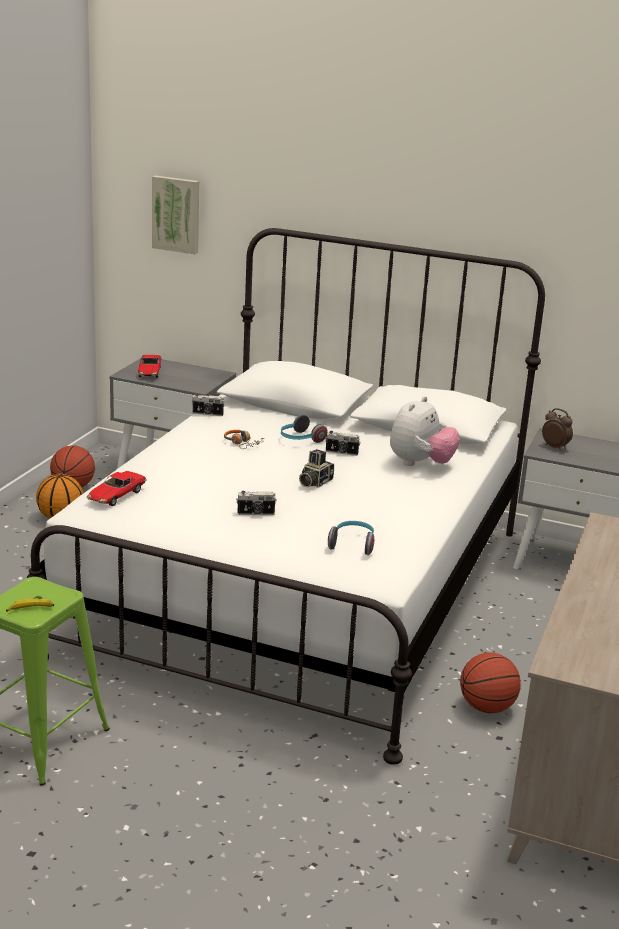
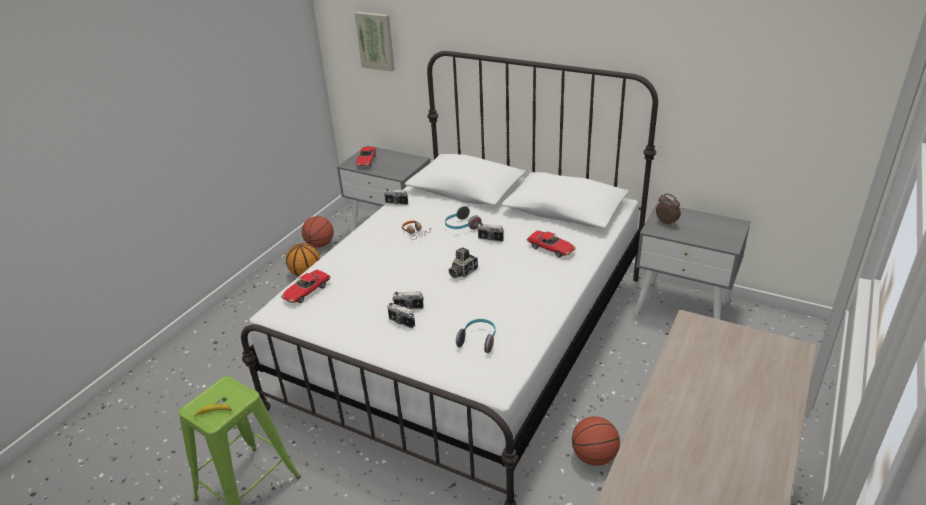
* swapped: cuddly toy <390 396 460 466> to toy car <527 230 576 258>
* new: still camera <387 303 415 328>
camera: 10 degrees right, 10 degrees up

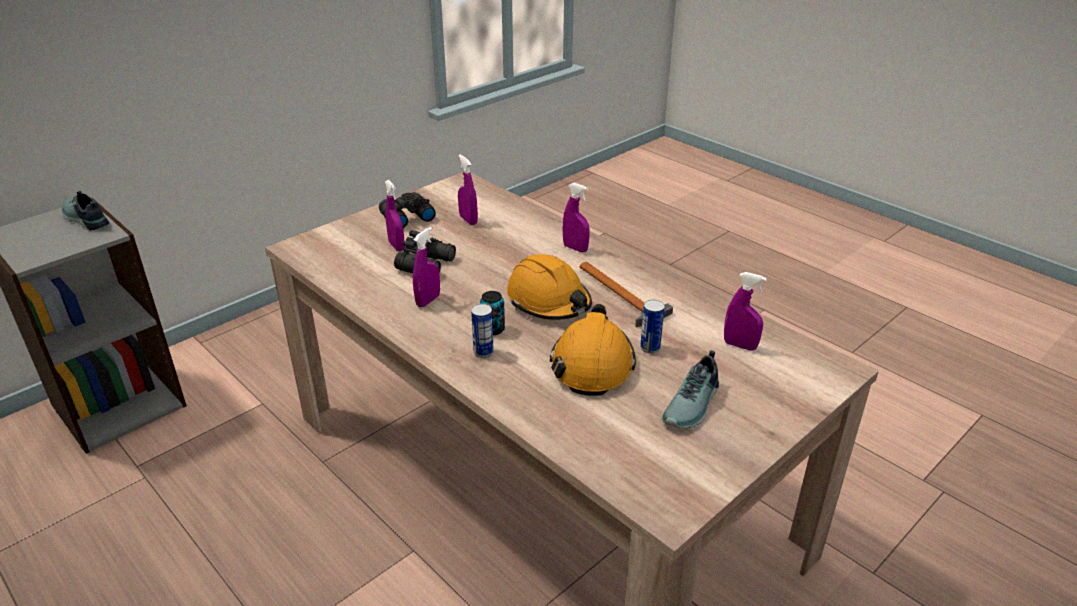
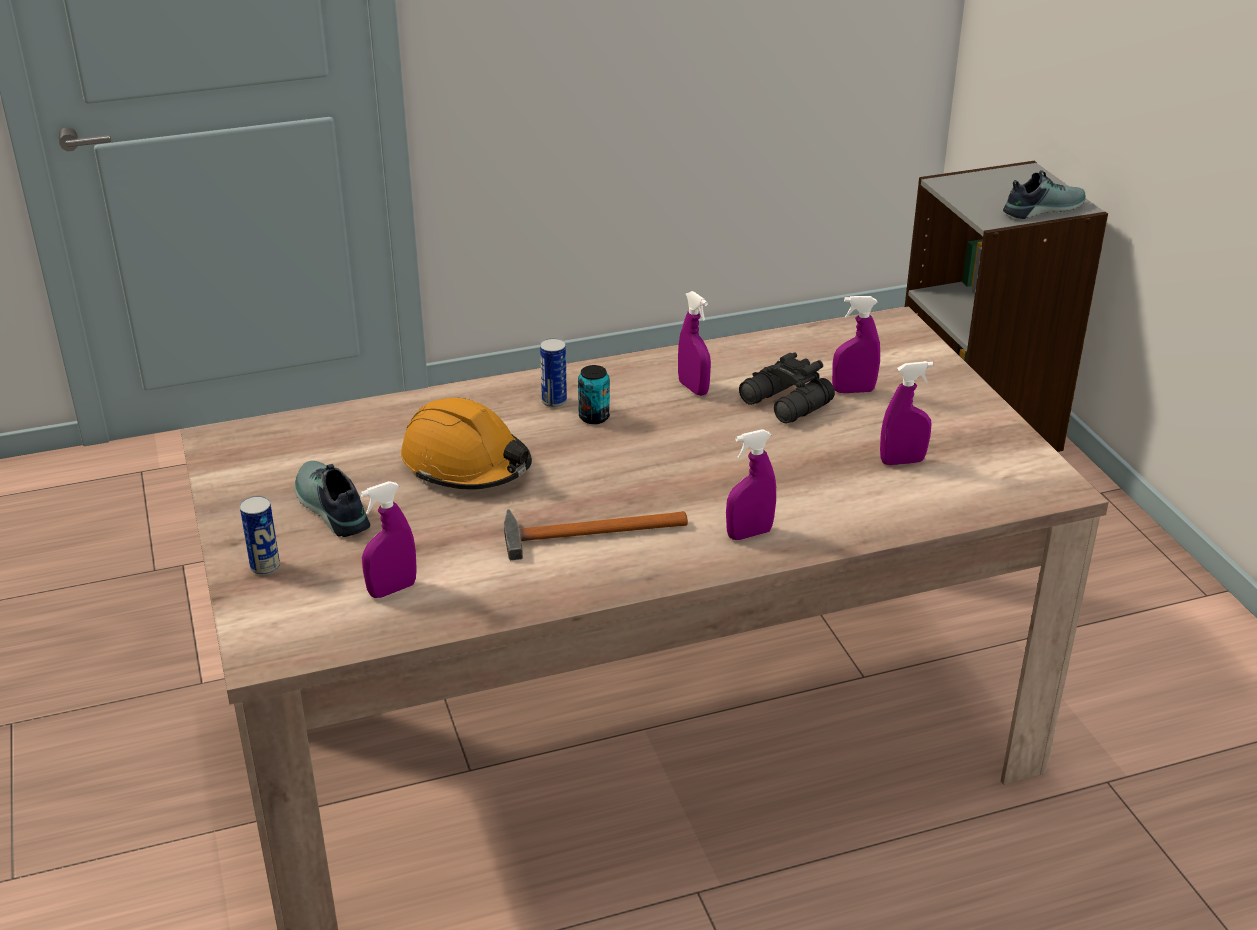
* gone: black pair of binoculars <379 192 436 228>
* gone: orange safety helmet <507 254 592 320>
* shifted: metal can <640 300 665 354> to <240 496 280 575>
camera: 115 degrees right, 0 degrees up

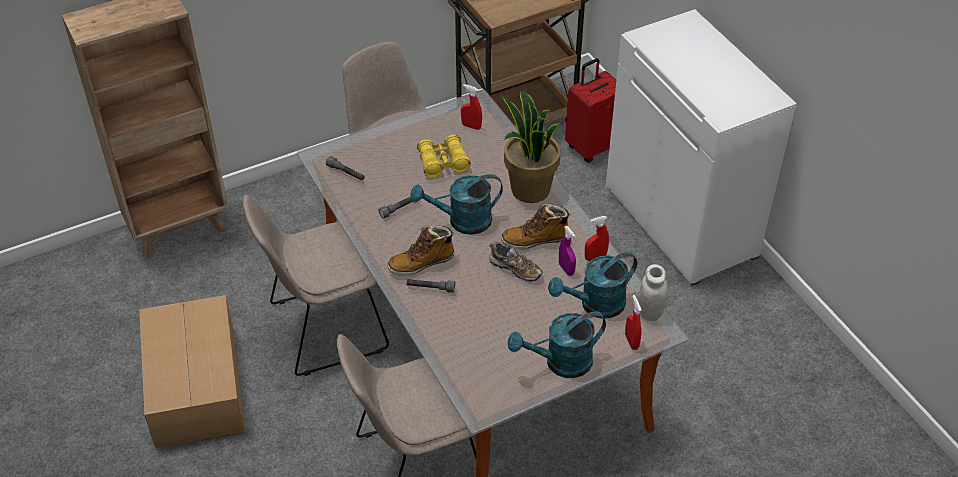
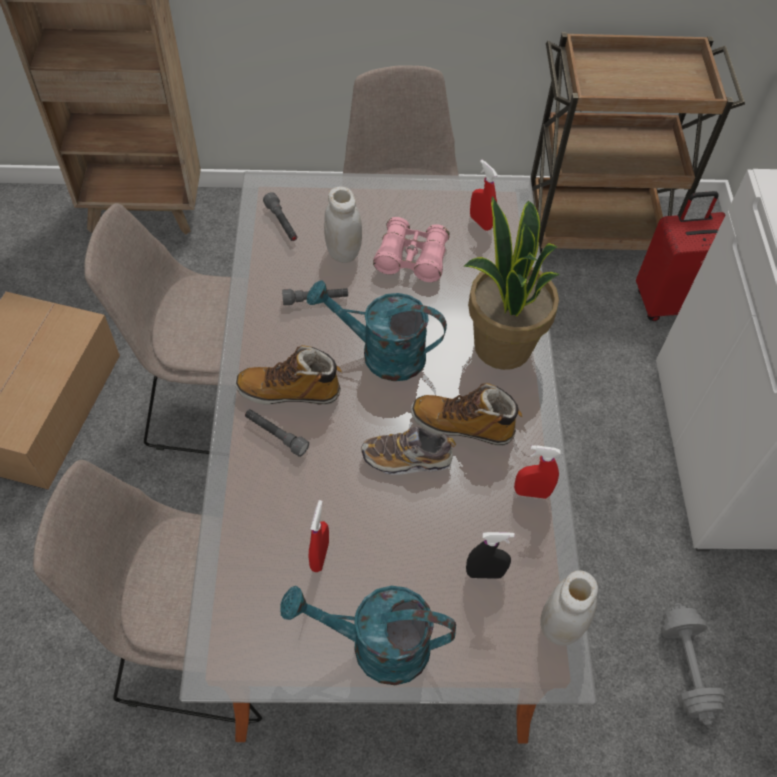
* repainted: yellow pair of binoculars <417 135 471 178> to pink-coloured pair of binoculars <373 217 450 282>
* gone: purple sprayer <559 226 576 276>
* rotated: item of footwear <489 242 542 283> = <361 426 456 475> 120 degrees clockwise
* swapped: blue-green watering can <548 252 637 319> to black sprayer <466 532 515 579>
* shifted: reddish sprayer <625 295 642 350> to <309 500 329 572>
* new: white storage jar <324 187 362 263>
* new: gray free weight <661 603 726 725>
camera: 25 degrees right, 10 degrees up

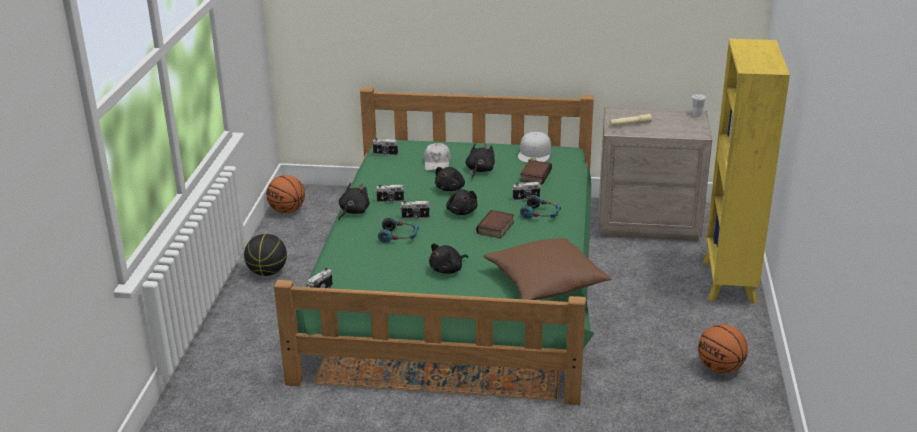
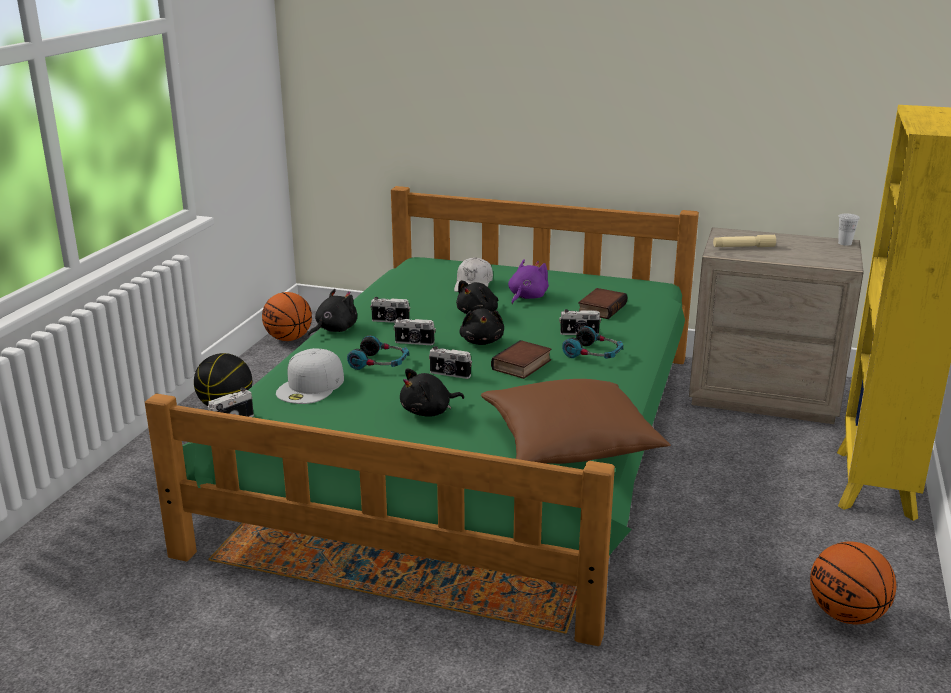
* shifted: white cap <518 132 551 163> to <276 348 344 404>
* shifted: still camera <372 138 398 156> to <429 346 472 379>
* repainted: black cuddly toy <466 143 495 179> to purple cuddly toy <508 259 549 304>
camera: 10 degrees right, 5 degrees down

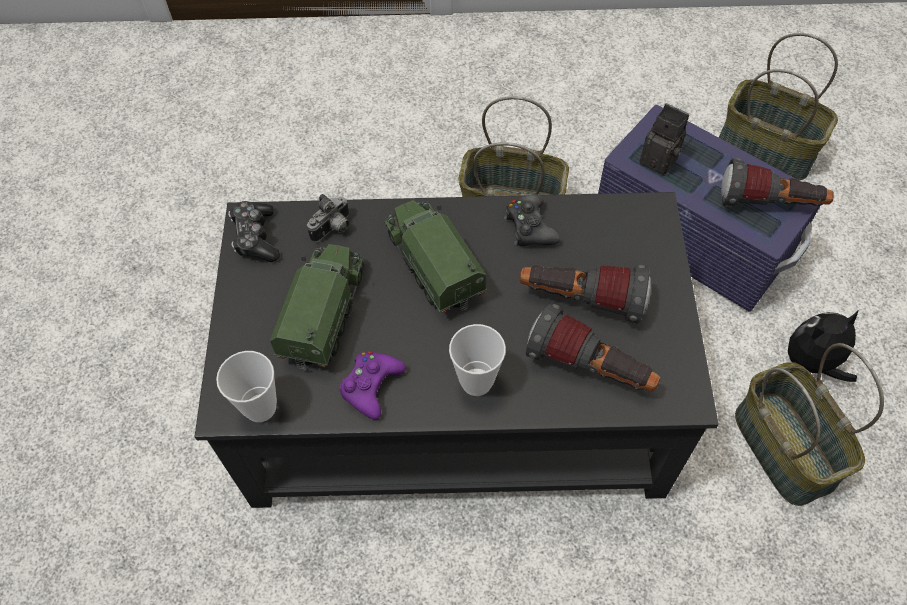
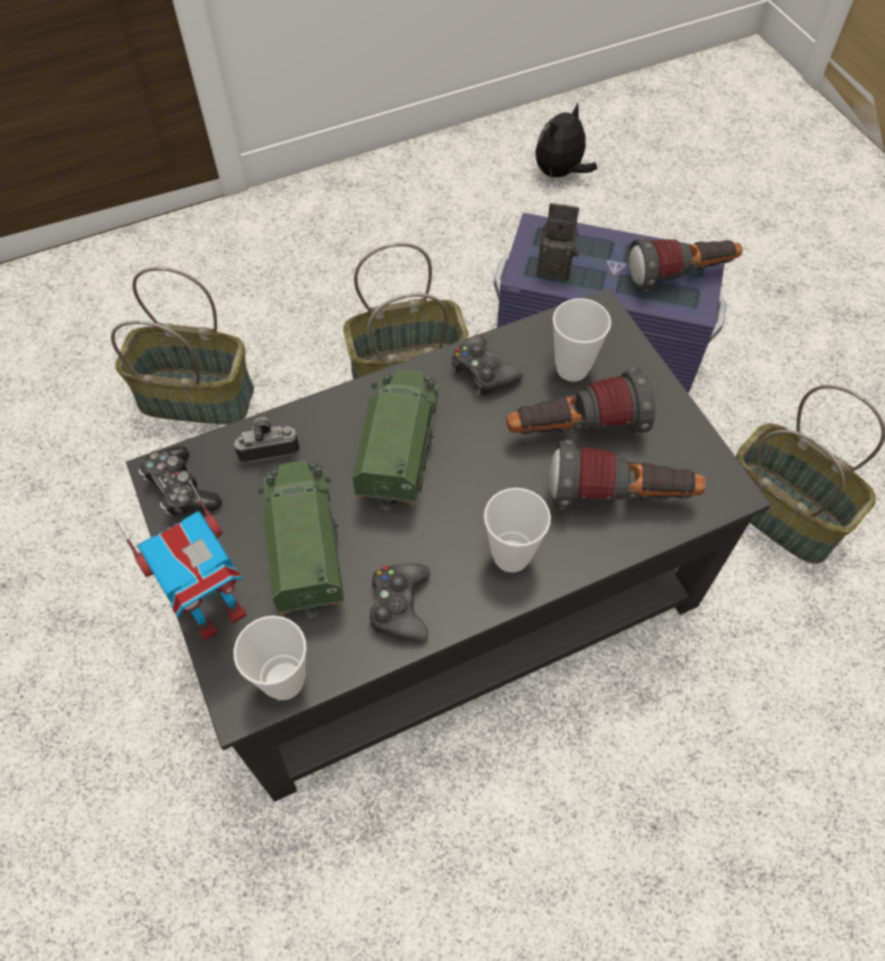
* shifted: basket <719 33 838 181> to <111 267 254 425>
* rotated: still camera <307 194 349 242> = <234 413 300 463> 120 degrees counterclockwise
* rotated: toy truck <384 200 487 313> = <352 369 438 510> 60 degrees clockwise
* shifted: cuddly toy <788 311 858 382> to <535 102 597 178>
* repainted: purple game controller <340 351 406 420> to black game controller <369 564 430 641>
* new: small cup <553 298 611 381>
* new: robot figure <115 480 247 641>
camera: 25 degrees left, 0 degrees up

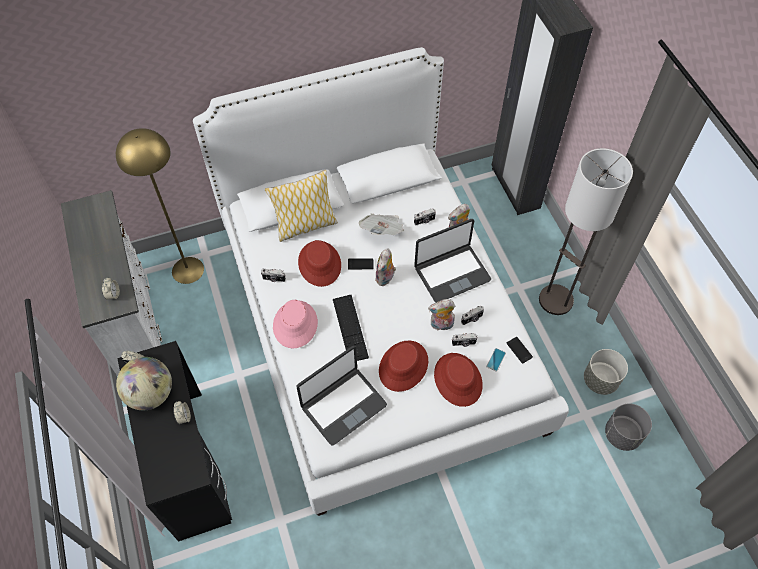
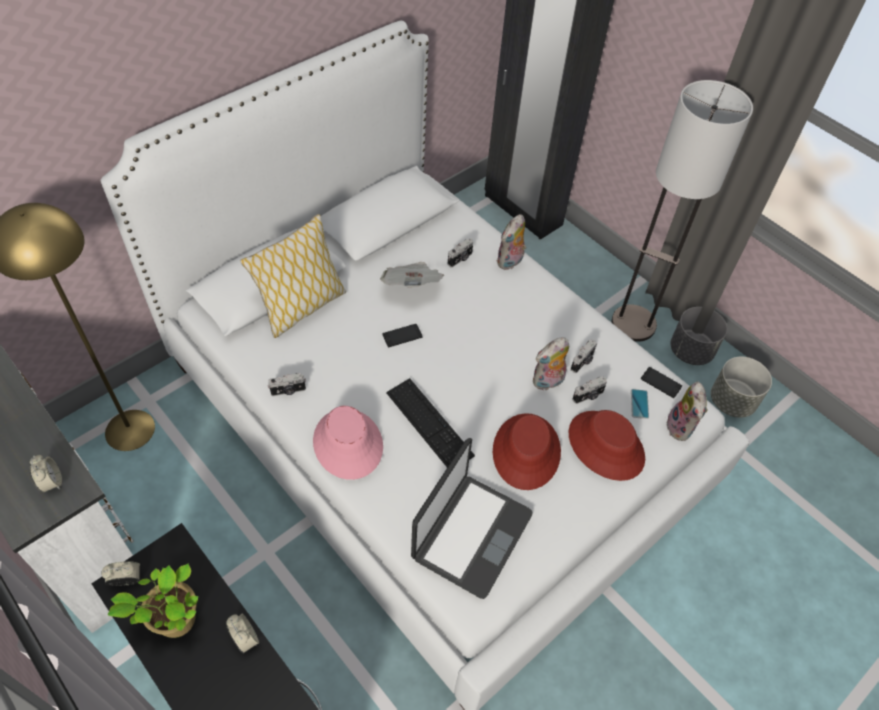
* gone: laptop <414 219 491 303>
* gone: reddish clothing hat <298 240 341 287>
* shifted: cuddly toy <375 248 396 286> to <666 382 707 441>
* swapped: desk globe <116 357 172 410> to potted plant <108 563 198 638>
* shifted: gray plant pot <605 403 652 451> to <671 307 728 365>
camera: 25 degrees left, 5 degrees down

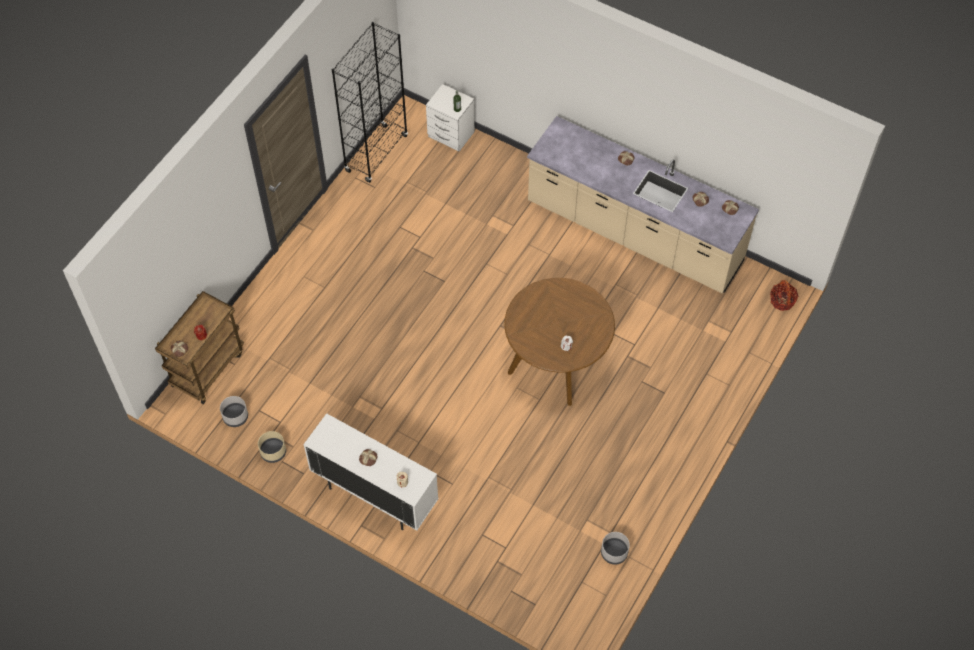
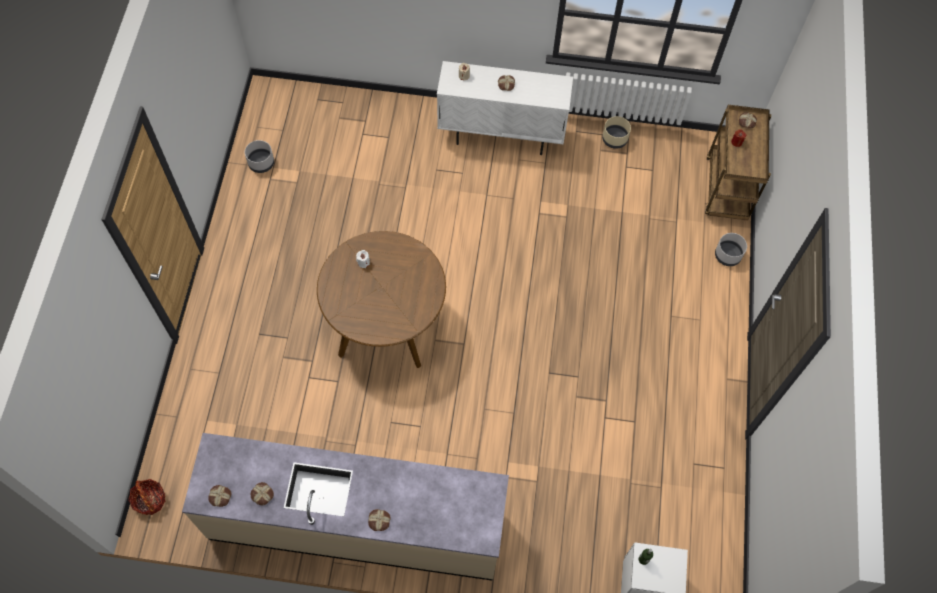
* gone: black shelving unit <332 22 408 183>
* shifted: gray plant pot <220 396 248 427> to <715 233 747 266>
camera: 155 degrees right, 5 degrees up

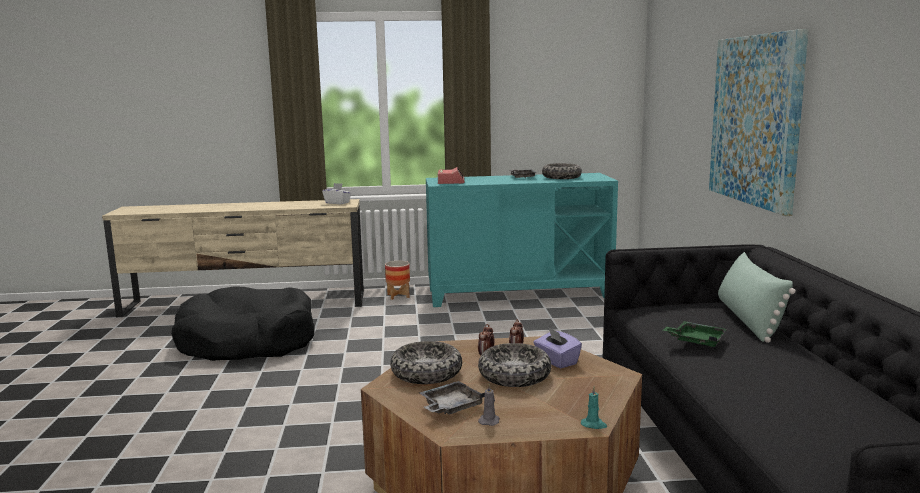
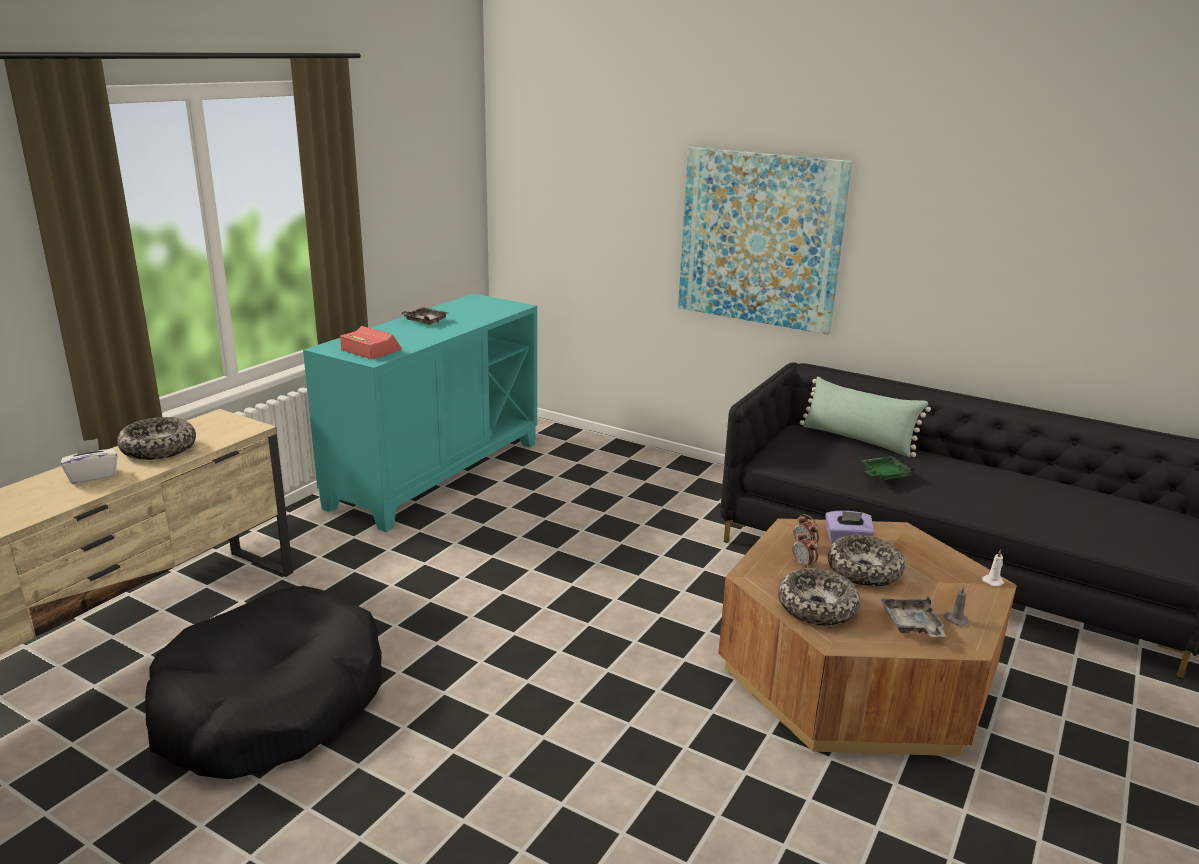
* shifted: serving bowl <542 163 582 179> to <117 417 196 460>
* shifted: white box of tissues <322 183 351 204> to <61 439 117 484>
* gone: plant pot <385 261 410 300>
* repainted: blue-green candle <581 387 607 429> to white candle <982 549 1004 586>
camera: 55 degrees left, 10 degrees up

